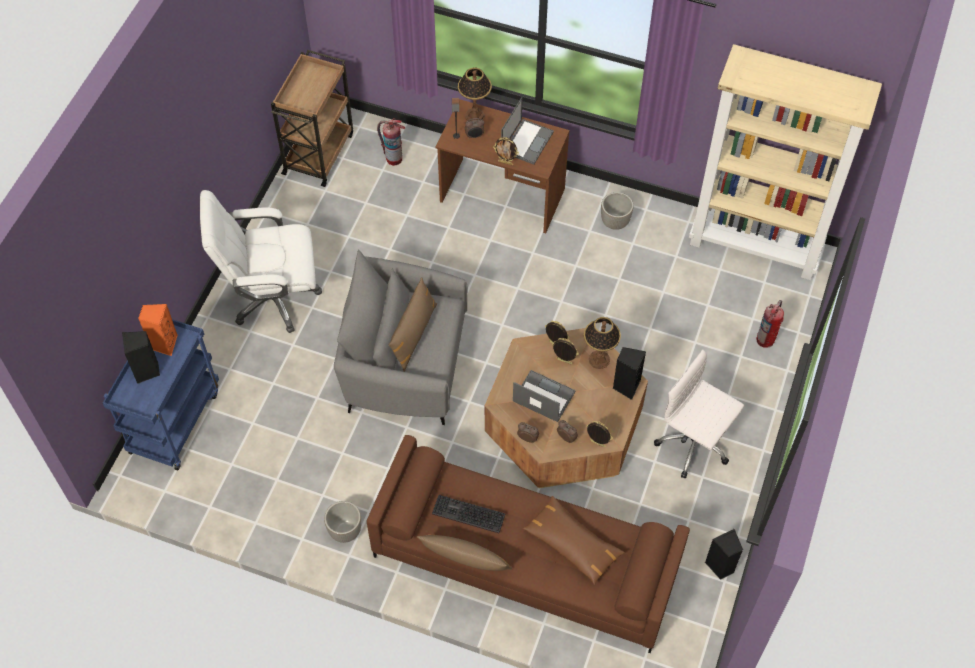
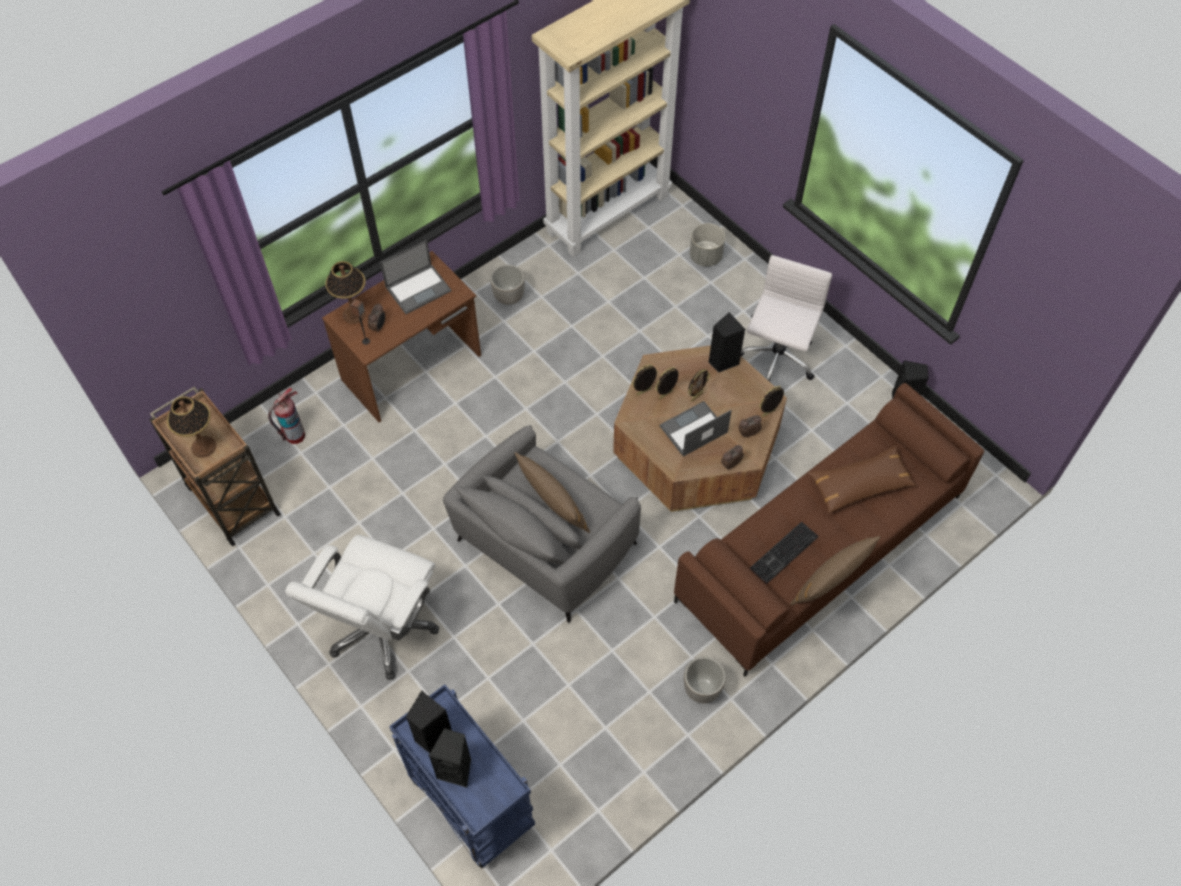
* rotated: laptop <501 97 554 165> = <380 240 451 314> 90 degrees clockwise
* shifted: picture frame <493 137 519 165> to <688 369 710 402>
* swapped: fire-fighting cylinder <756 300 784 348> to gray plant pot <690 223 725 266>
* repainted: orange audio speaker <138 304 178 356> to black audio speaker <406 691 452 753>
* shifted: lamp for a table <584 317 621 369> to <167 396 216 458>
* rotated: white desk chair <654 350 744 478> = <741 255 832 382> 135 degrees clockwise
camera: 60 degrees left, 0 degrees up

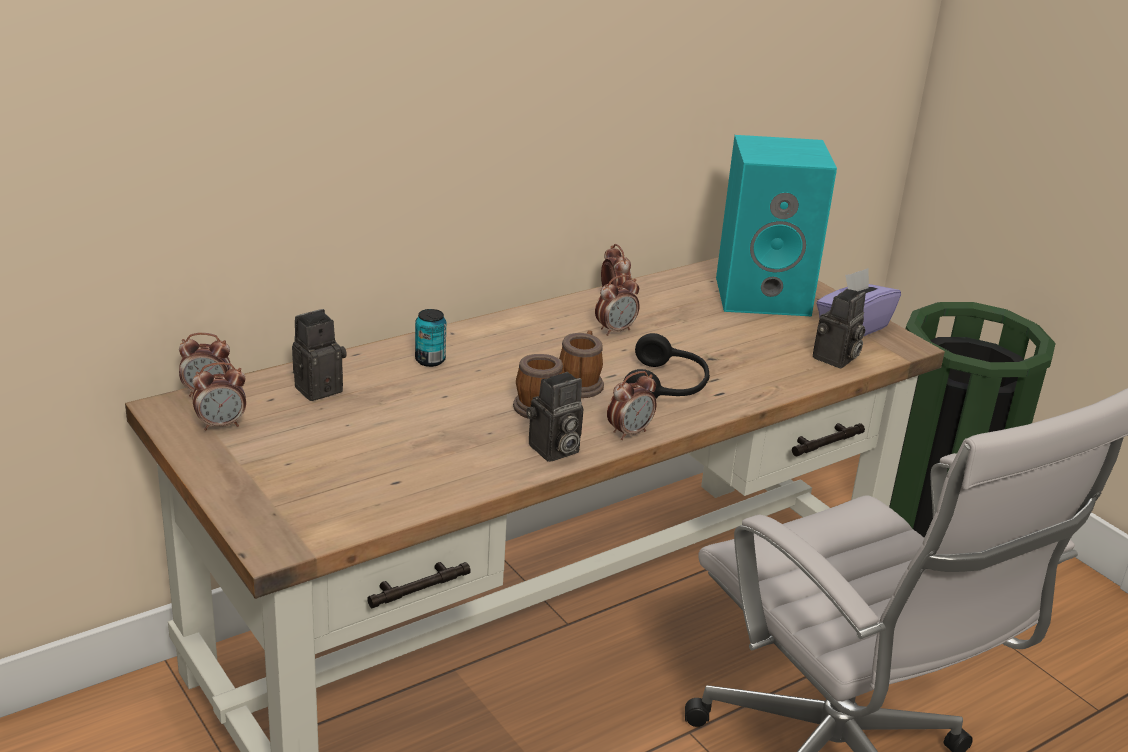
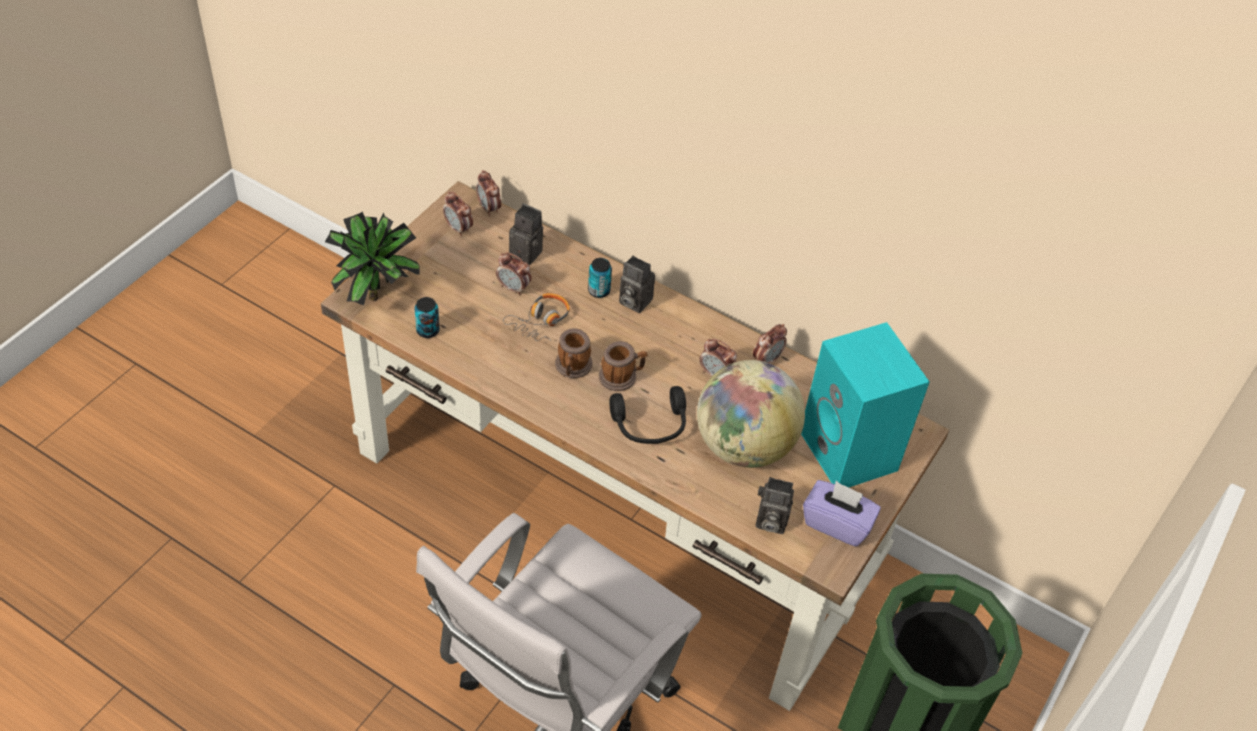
* shifted: bedside clock <607 371 656 440> to <496 252 532 295>
* shifted: still camera <526 372 584 462> to <619 256 655 313>
* new: potted plant <325 212 420 305>
* new: pair of headphones <503 293 570 341>
* new: metal can <414 297 440 338>
* new: desk globe <697 360 805 468>
camera: 65 degrees right, 20 degrees up

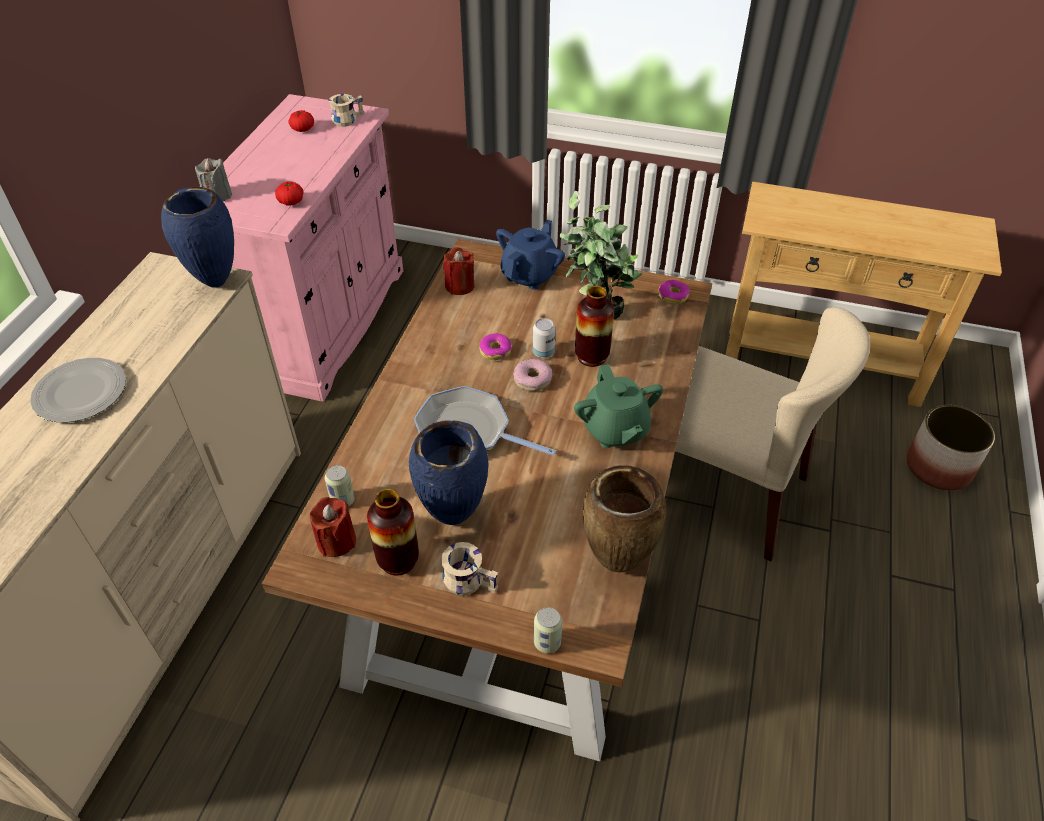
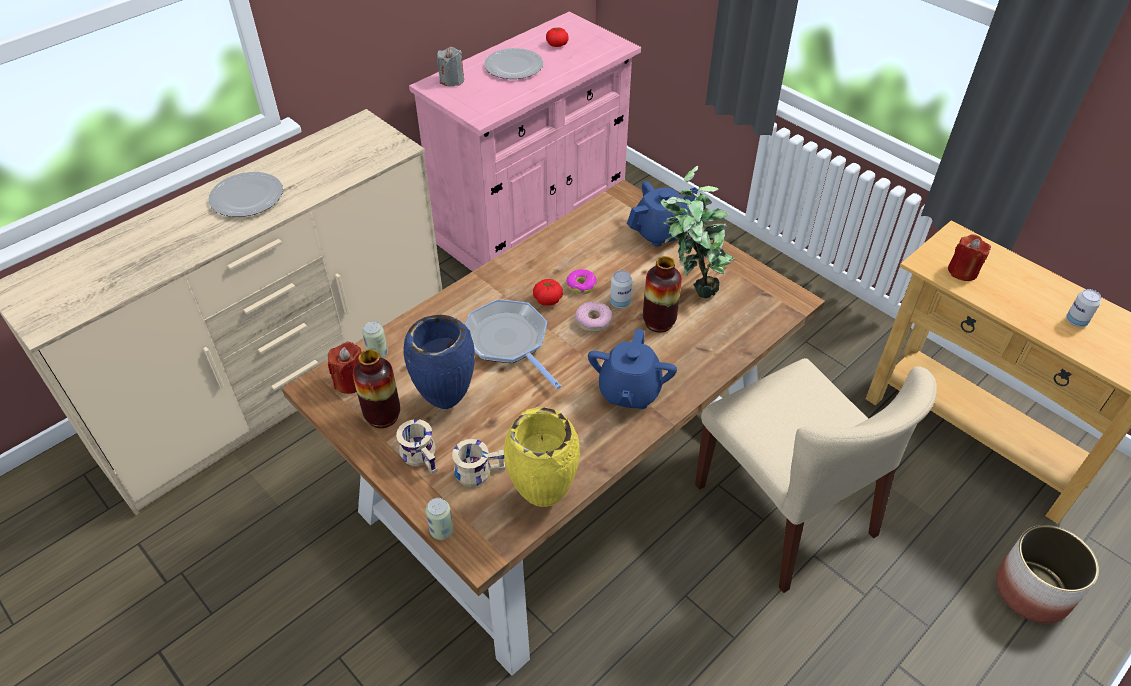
* shifted: beige coffee mug <329 94 364 127> to <452 439 505 487>
* shifted: tomato <275 182 304 206> to <533 279 563 306>
* gone: bluish flower vase <161 187 234 288>
* shifted: reddish candle <443 247 474 295> to <948 234 991 281>
* gone: doughnut <658 280 690 304>
* repainted: green pot for tea <574 364 663 448> to bluish pot for tea <588 329 677 409>
* repainted: brown-coloured flower vase <583 465 666 572> to yellow flower vase <504 407 580 507>
* new: plate <484 48 543 79>
* new: metal can <1066 289 1101 327>
camera: 30 degrees right, 0 degrees up

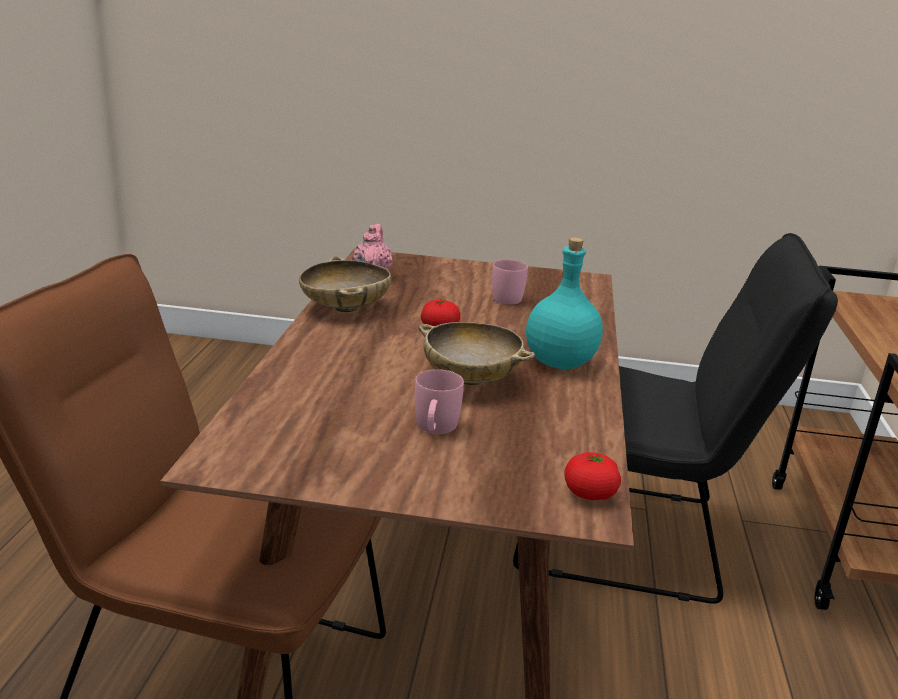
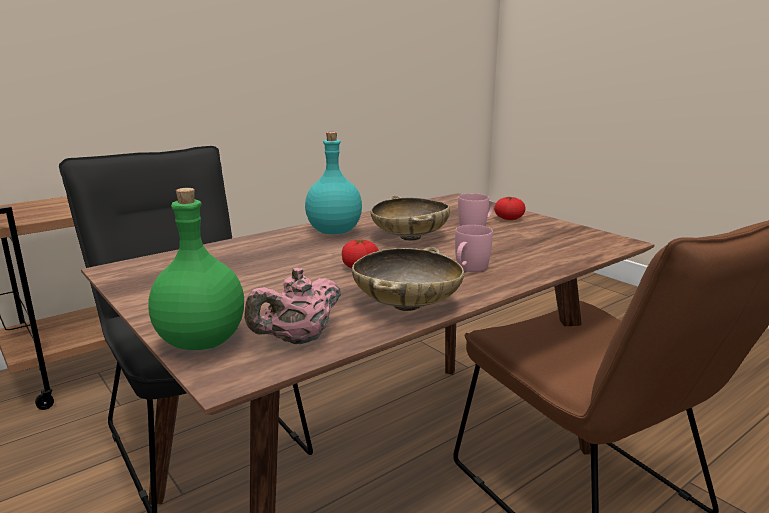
* shifted: pink-coloured coffee mug <492 260 528 305> to <455 225 493 272>
* shifted: tomato <565 452 621 500> to <494 197 526 220>
* new: green beverage bottle <148 188 244 350>
camera: 135 degrees left, 5 degrees down

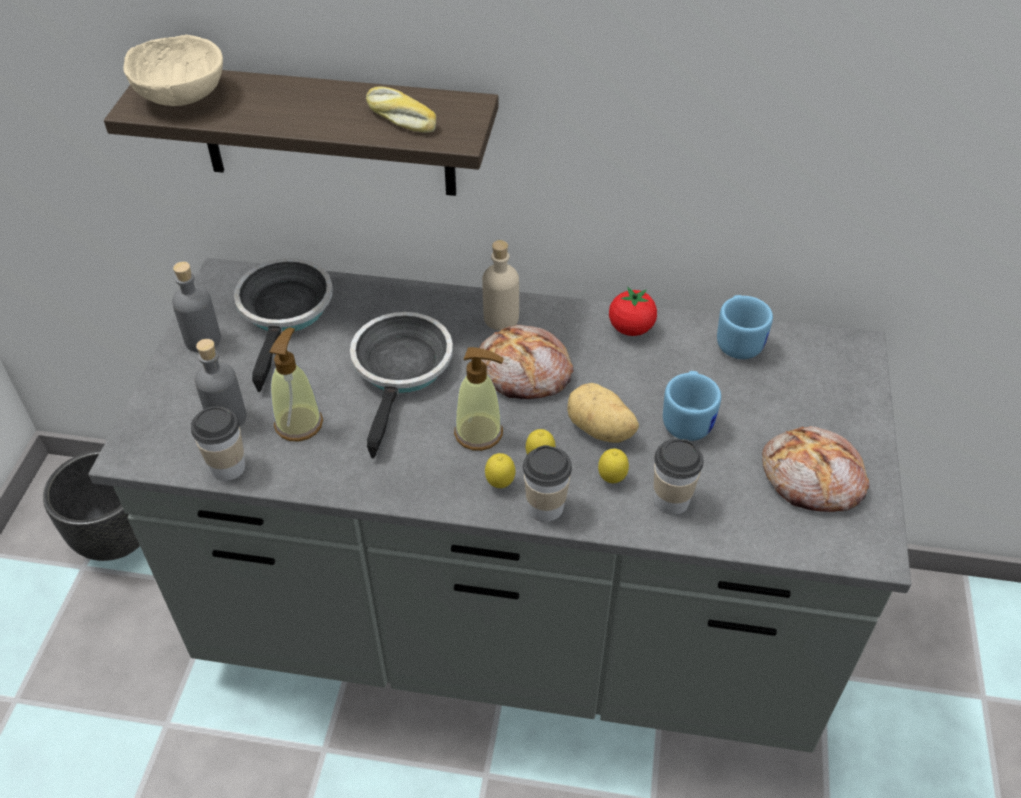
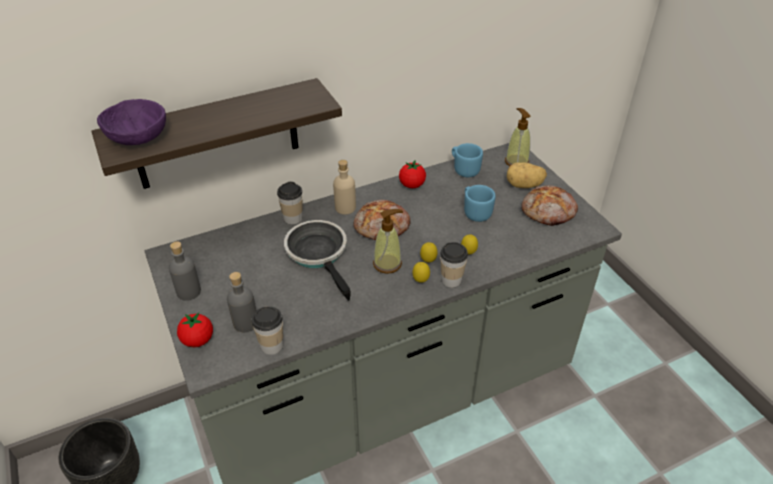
* repainted: beige serving bowl <123 35 223 106> to purple serving bowl <97 99 166 145>
* gone: bakery bread <366 87 436 133>
* gone: frying pan <234 258 333 392>
* shifted: soap bottle <270 327 323 442> to <505 108 531 166>
* shifted: potato <567 383 639 443> to <507 162 547 188>
* shifted: small cup <654 439 703 515> to <277 182 303 225>
* new: tomato <177 313 213 347>
camera: 35 degrees left, 5 degrees down

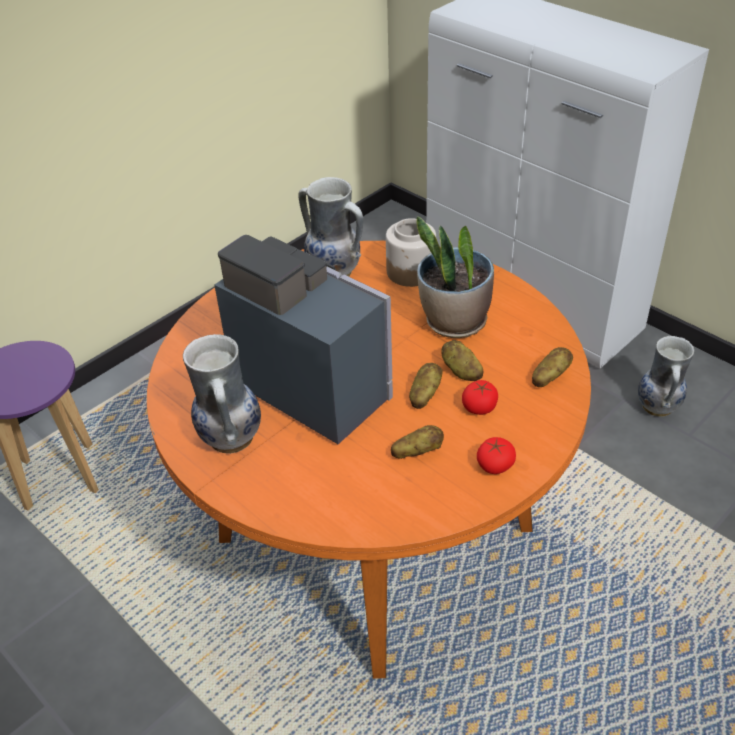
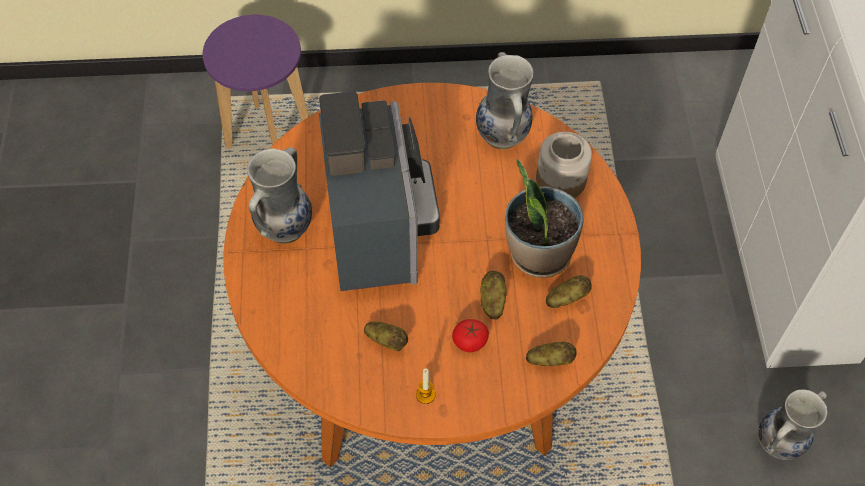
* shifted: potato <409 363 443 409> to <546 276 592 308>
* swapped: tomato <477 437 516 474> to candle <416 368 435 404>
camera: 40 degrees right, 15 degrees up

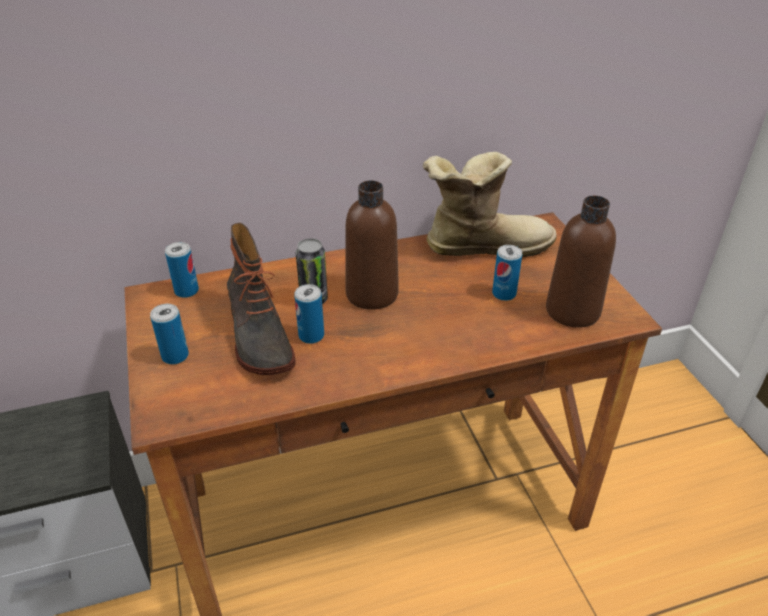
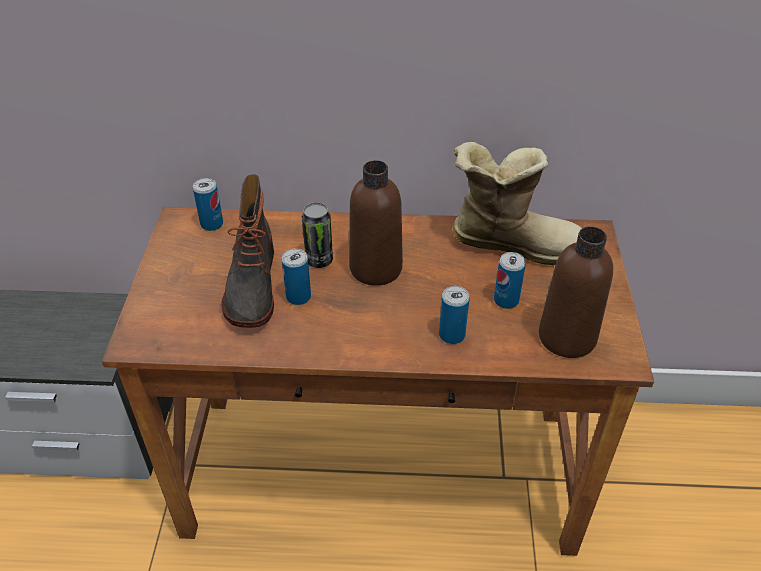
* shifted: metal can <150 304 189 365> to <439 286 470 344>
camera: 20 degrees right, 5 degrees up

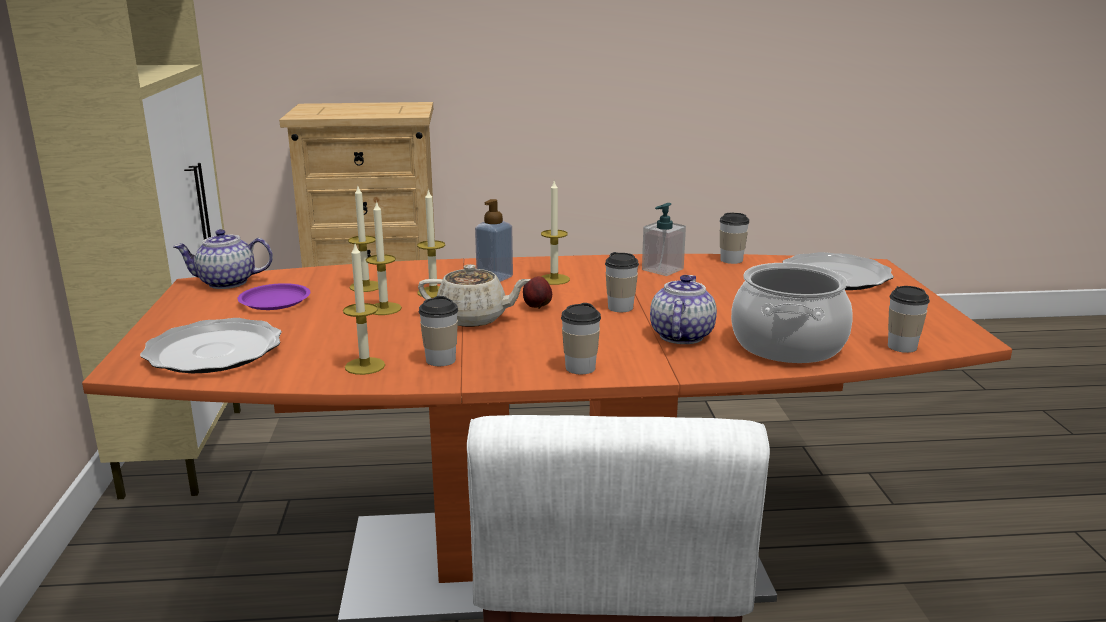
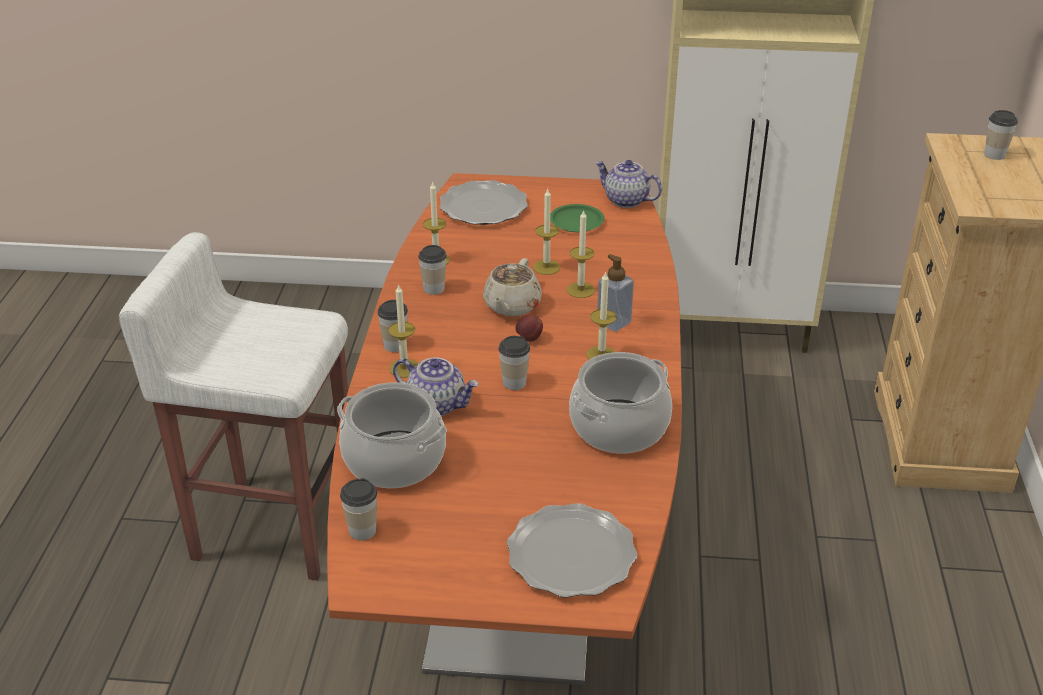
* shifted: candle <348 186 378 292> to <388 284 419 378>
* swapped: soap bottle <642 203 686 276> to saucepot <569 352 672 454>
* shifted: small cup <720 212 749 264> to <984 110 1018 160>
* rotated: pot for tea <173 229 273 289> = <595 160 662 208> 60 degrees counterclockwise
* repainted: purple plate <238 283 310 310> to green plate <550 204 604 232>
camera: 100 degrees right, 15 degrees up

